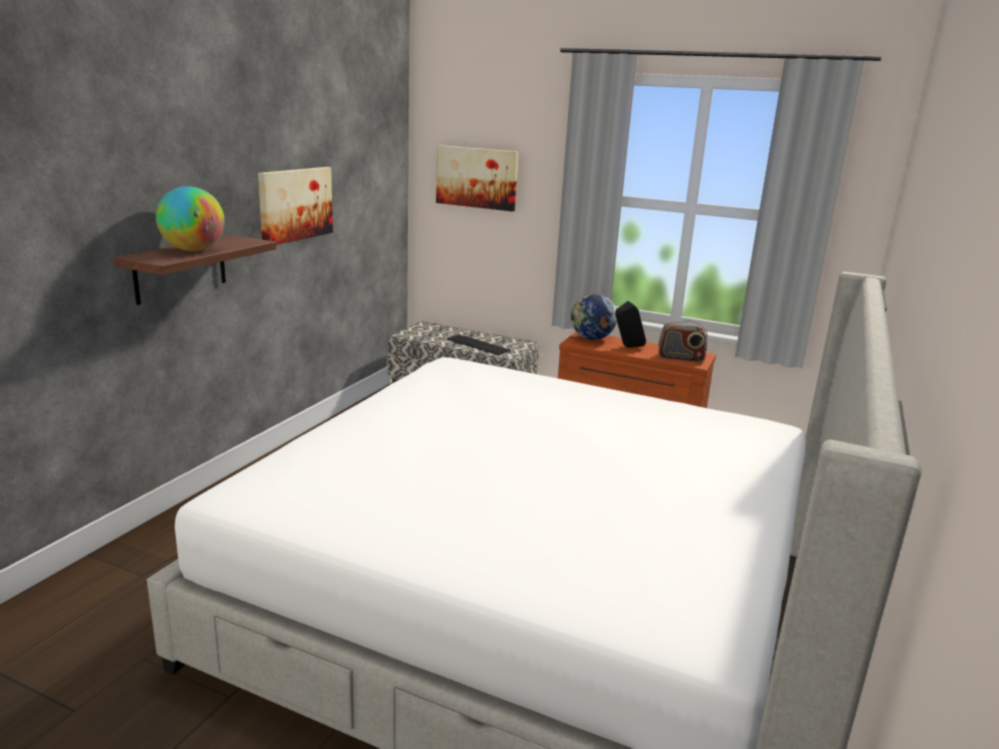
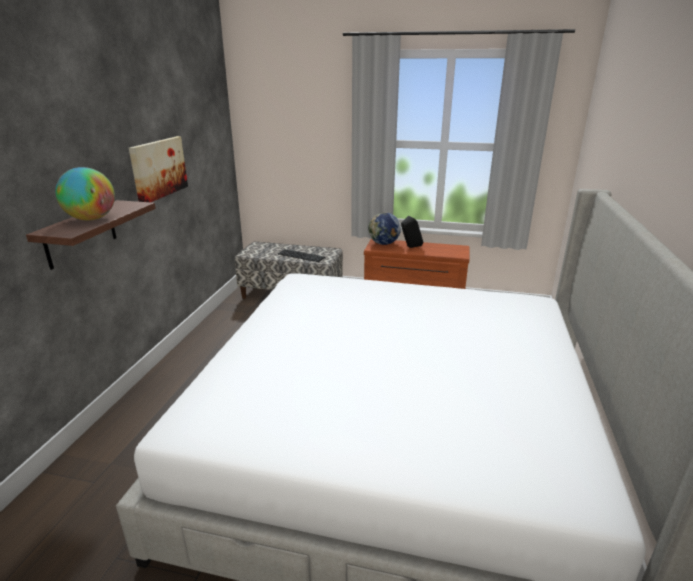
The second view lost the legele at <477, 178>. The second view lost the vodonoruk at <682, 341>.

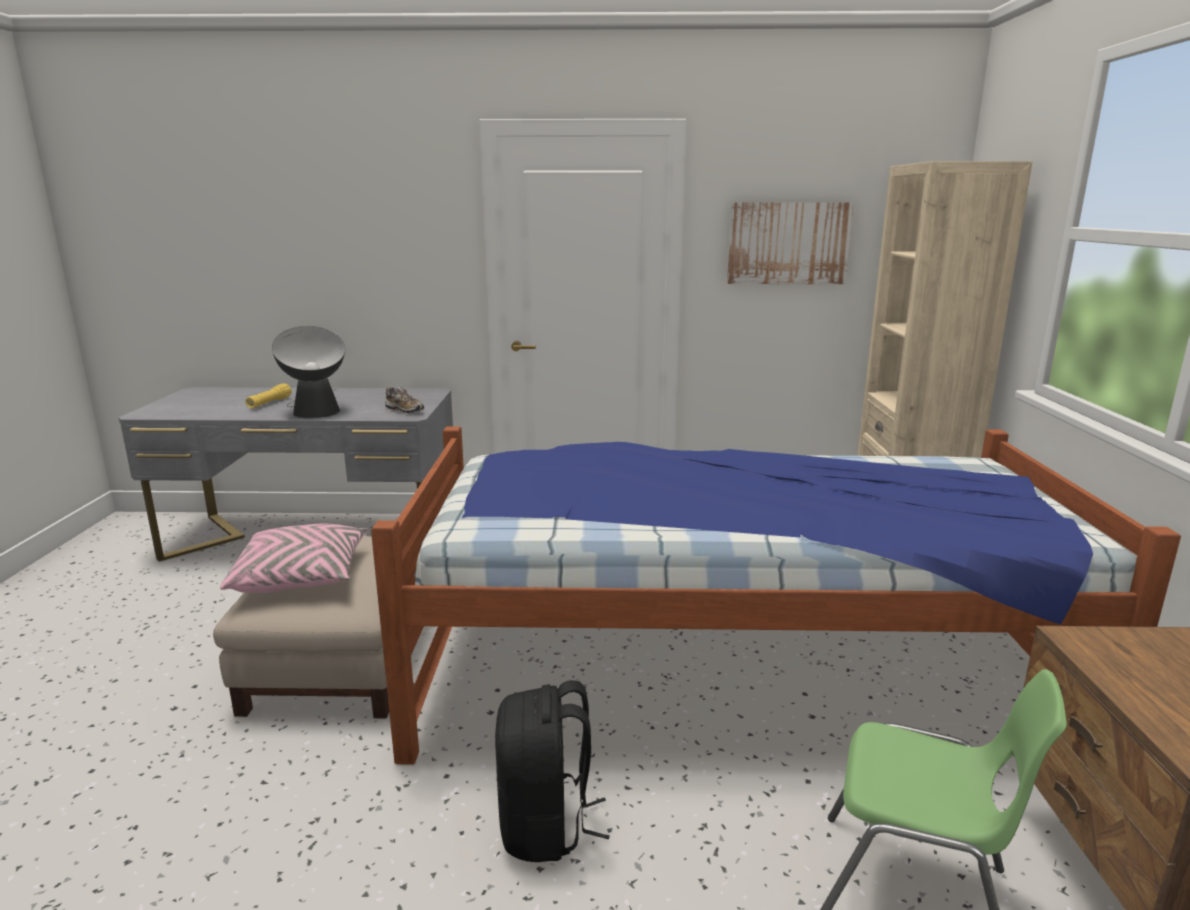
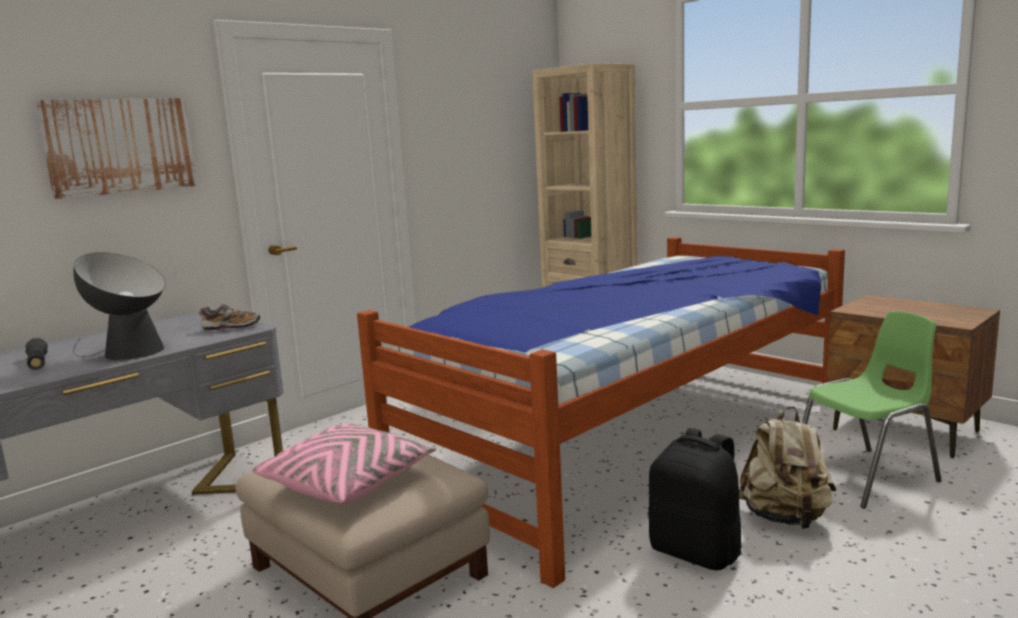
The legele ended up elsewhere, having gone from <790, 243> to <116, 148>. What was the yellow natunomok at <269, 395> turned into the black natunomok at <36, 354>. The second view gained the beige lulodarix at <787, 467>.

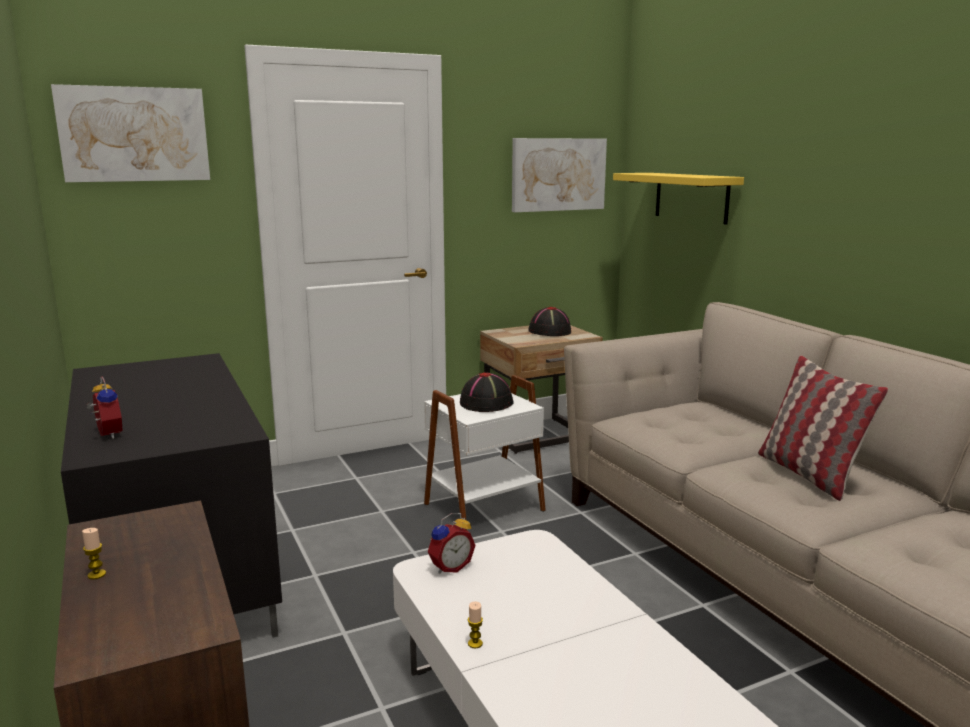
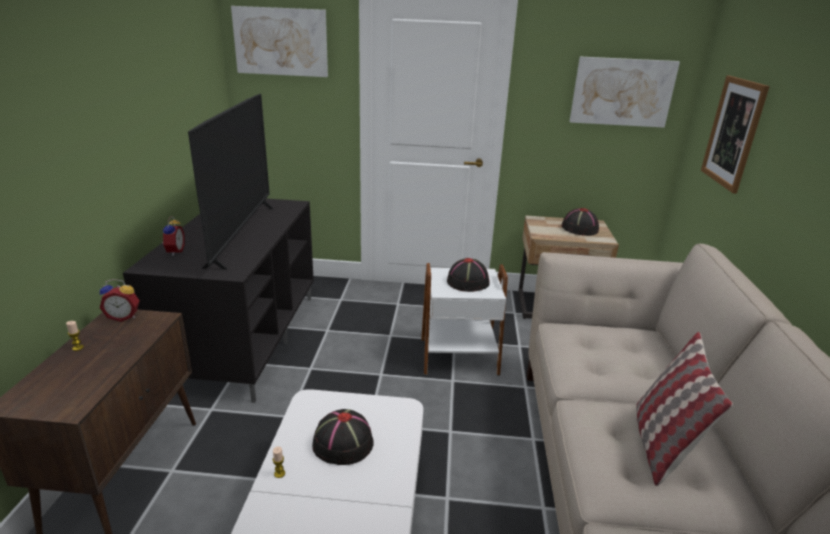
Where the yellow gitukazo hung at <678, 199>, the legele came to hang at <735, 134>. The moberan ended up elsewhere, having gone from <452, 543> to <120, 300>. The second view gained the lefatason at <231, 182>. The second view gained the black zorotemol at <343, 437>.

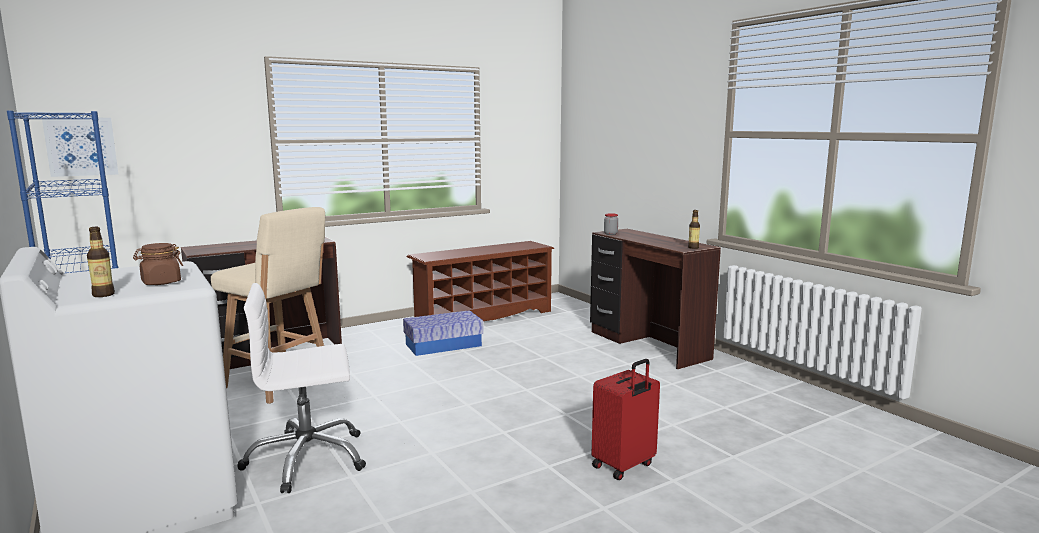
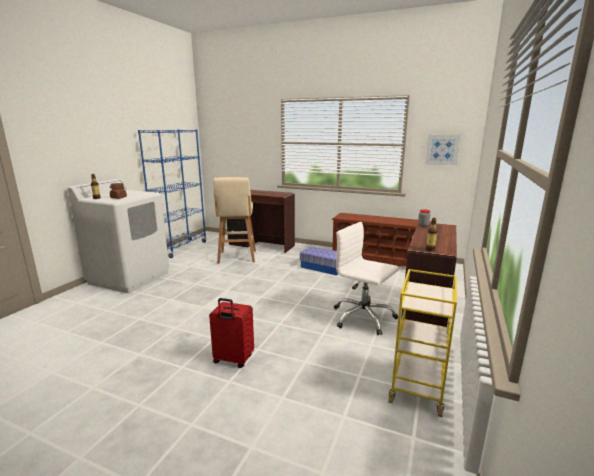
The legele ended up elsewhere, having gone from <80, 147> to <443, 149>. The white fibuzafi ended up elsewhere, having gone from <301, 388> to <366, 278>. The second view gained the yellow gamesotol at <422, 343>.

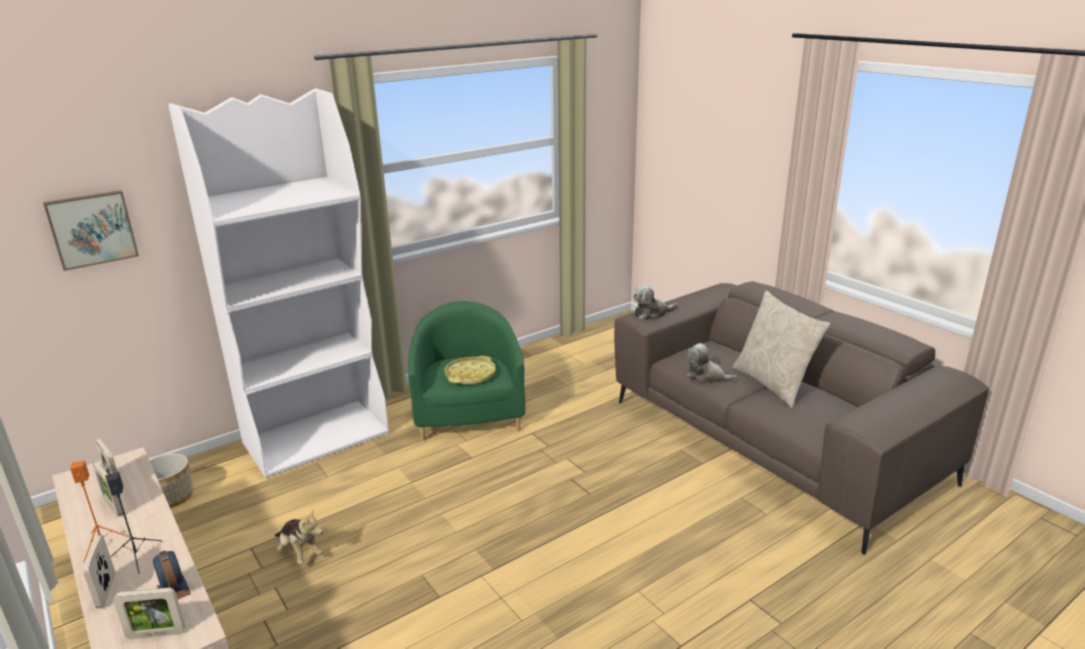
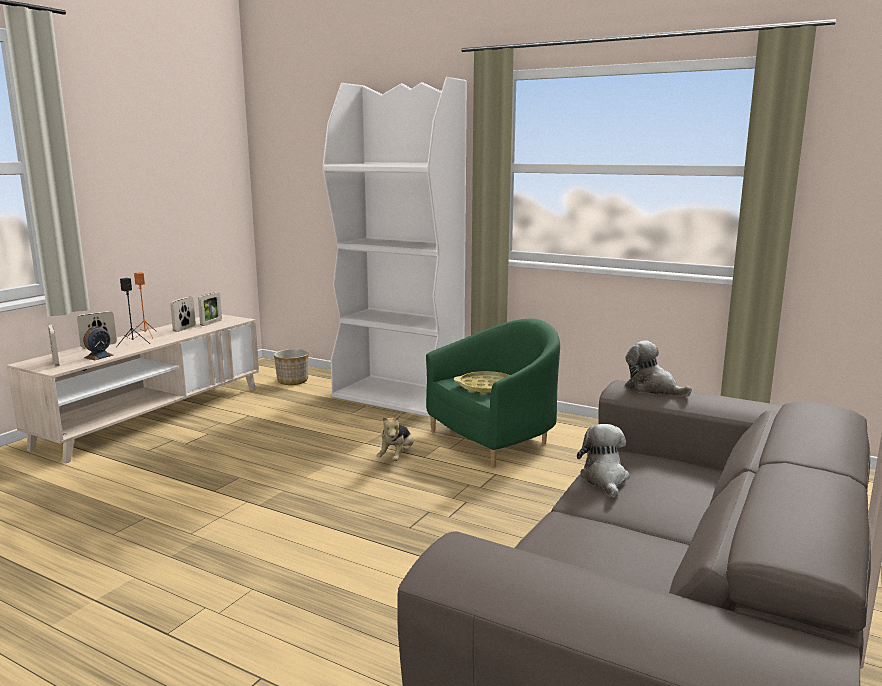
The second view lost the legele at <91, 230>. The second view lost the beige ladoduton at <781, 349>. The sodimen ended up elsewhere, having gone from <299, 536> to <395, 437>.

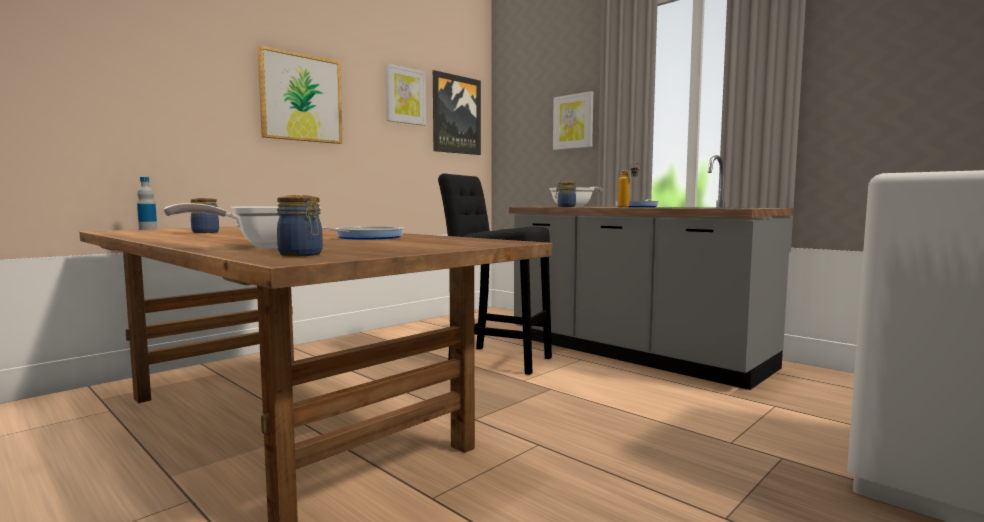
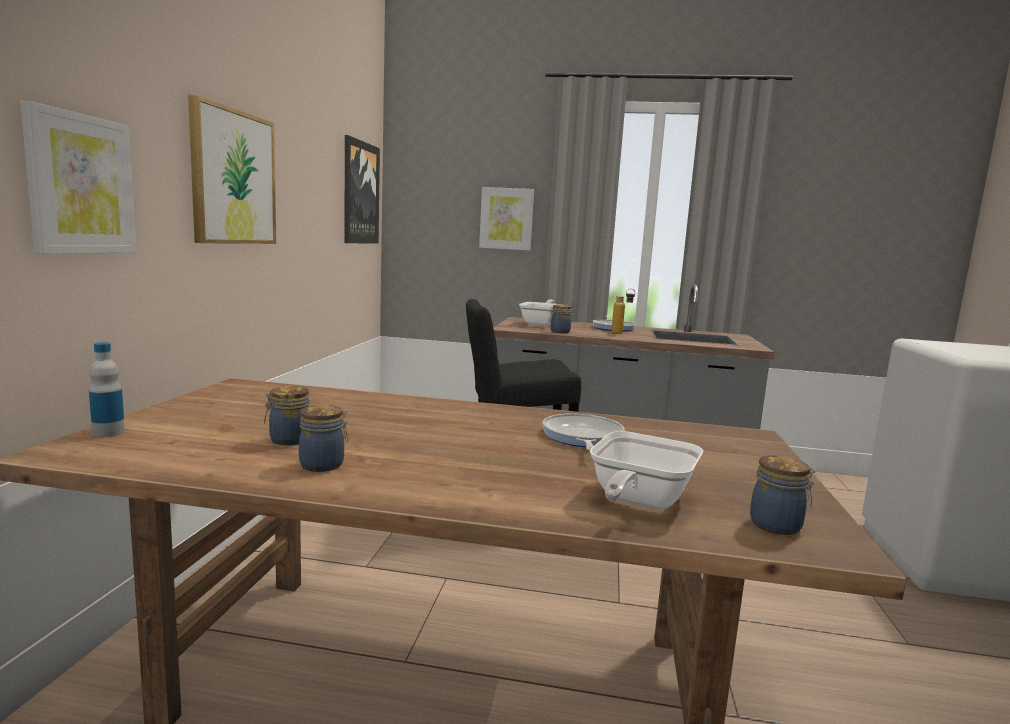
The legele ended up elsewhere, having gone from <405, 95> to <78, 177>. The second view gained the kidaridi at <323, 438>.

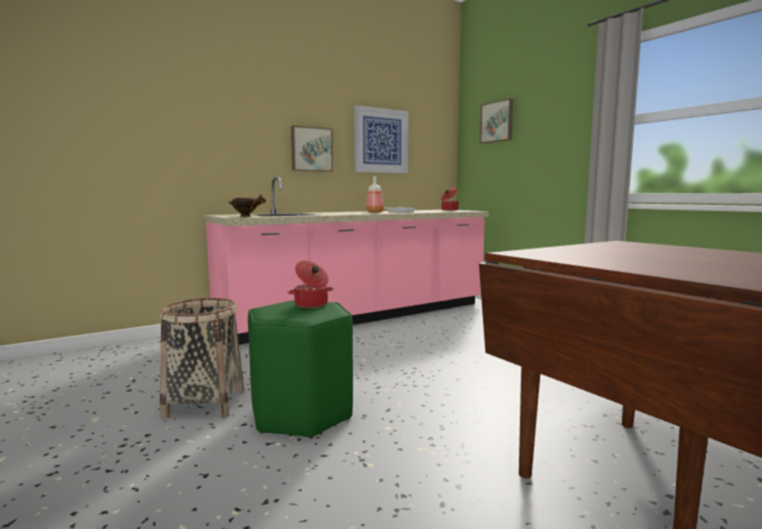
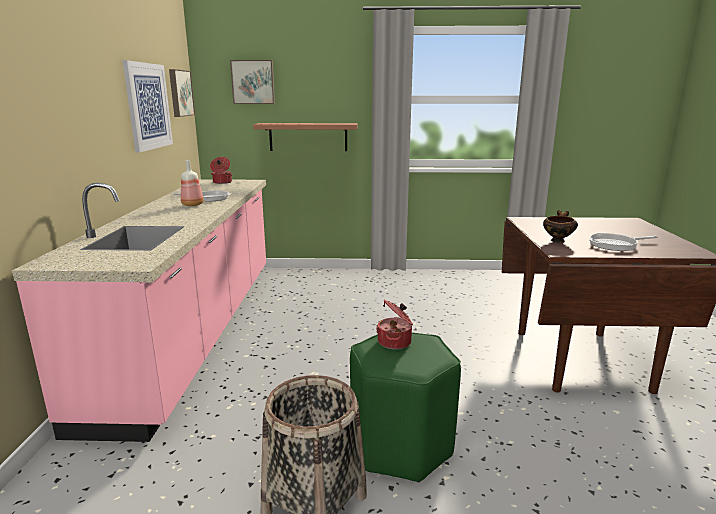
The legele ended up elsewhere, having gone from <312, 149> to <182, 93>. The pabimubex ended up elsewhere, having gone from <247, 205> to <560, 226>. The second view gained the gitukazo at <305, 137>. The second view gained the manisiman at <623, 242>.

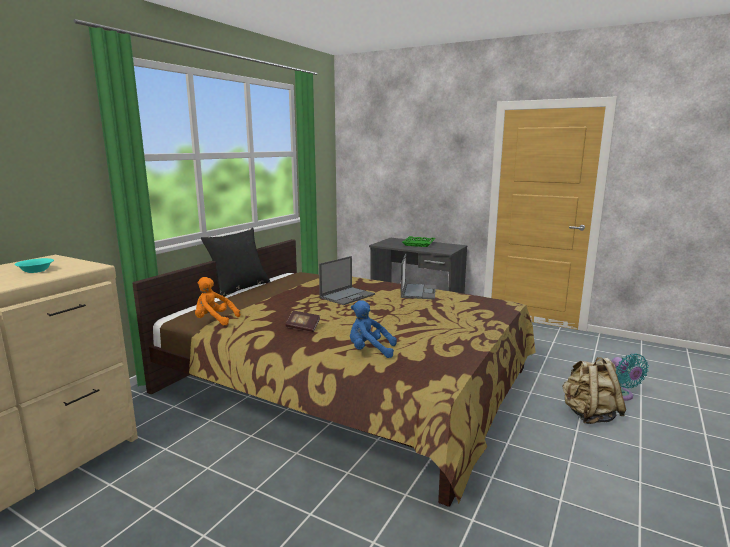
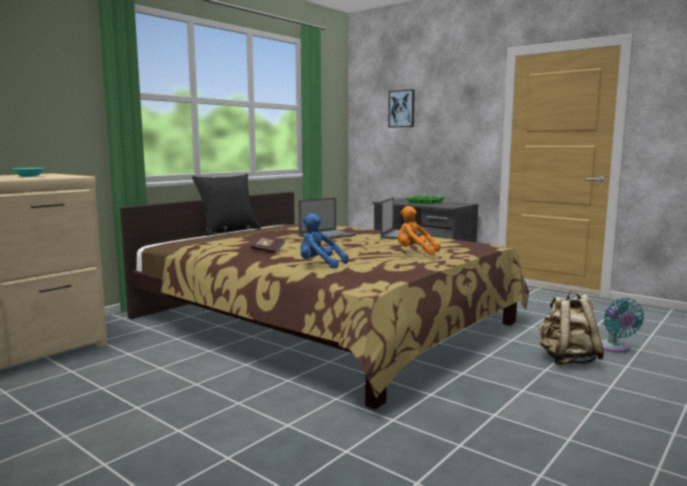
The orange sodimen ended up elsewhere, having gone from <217, 301> to <419, 230>. The second view gained the legele at <401, 108>.

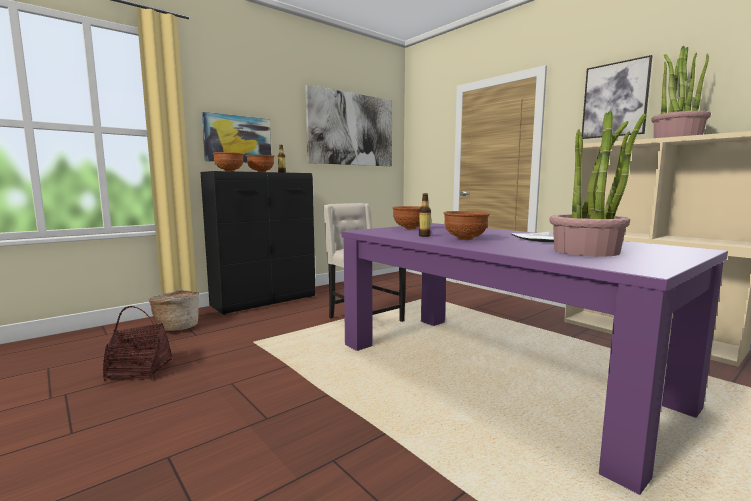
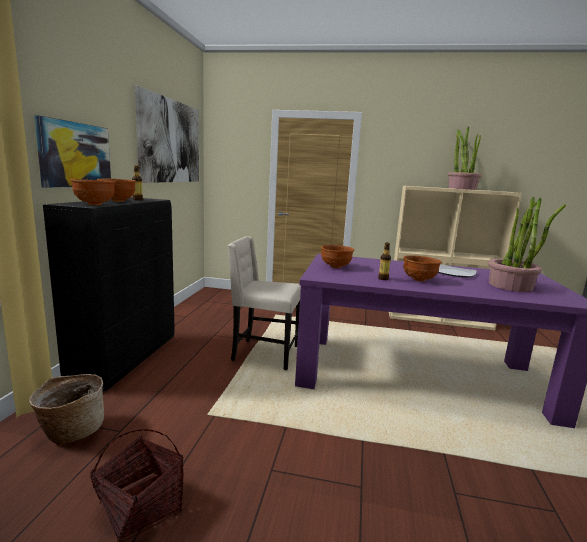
The second view lost the legele at <617, 97>.

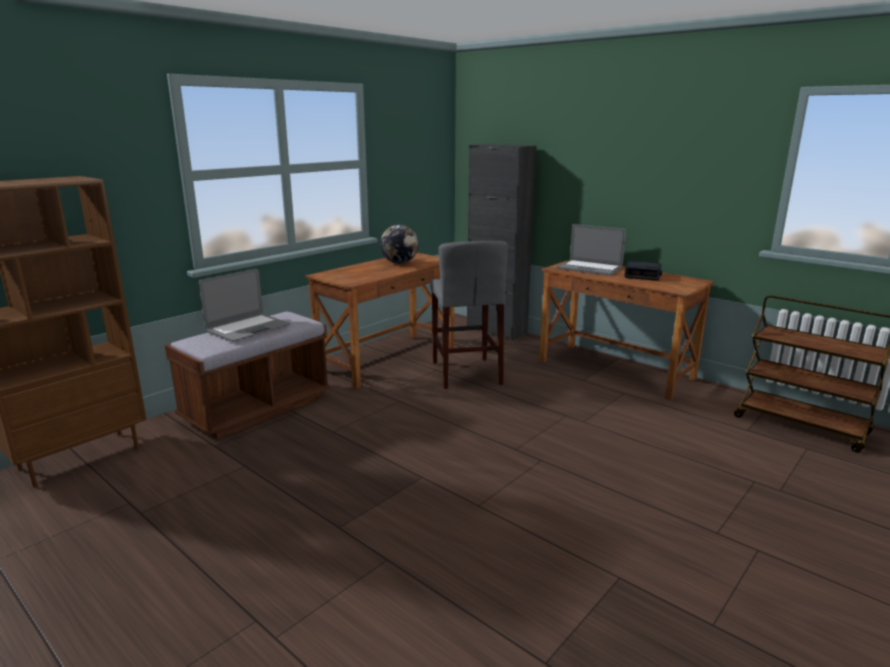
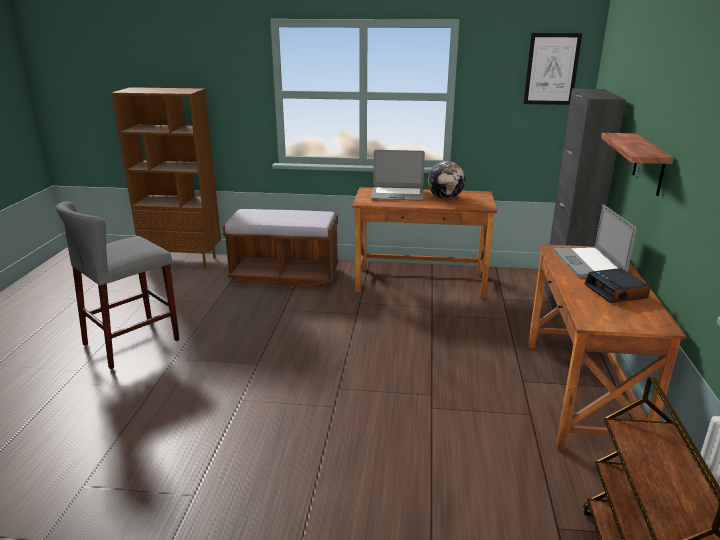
The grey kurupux ended up elsewhere, having gone from <469, 315> to <118, 285>. The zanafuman ended up elsewhere, having gone from <244, 305> to <398, 175>. The second view gained the legele at <553, 69>. The second view gained the gitukazo at <637, 164>.

